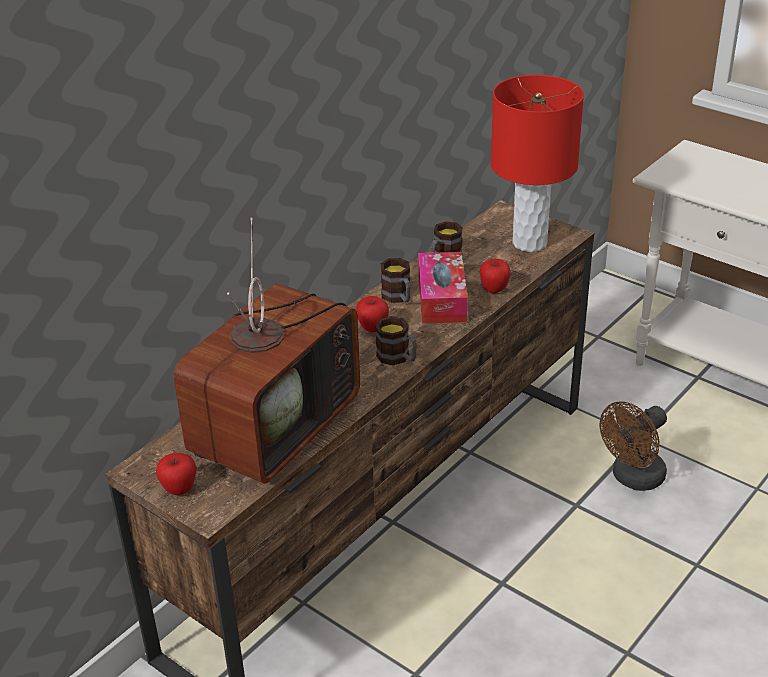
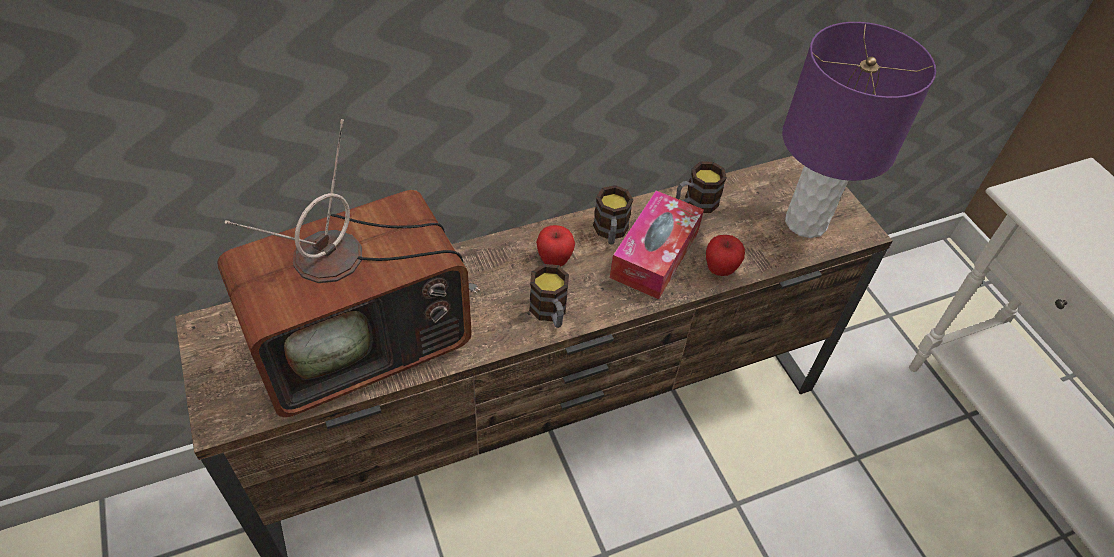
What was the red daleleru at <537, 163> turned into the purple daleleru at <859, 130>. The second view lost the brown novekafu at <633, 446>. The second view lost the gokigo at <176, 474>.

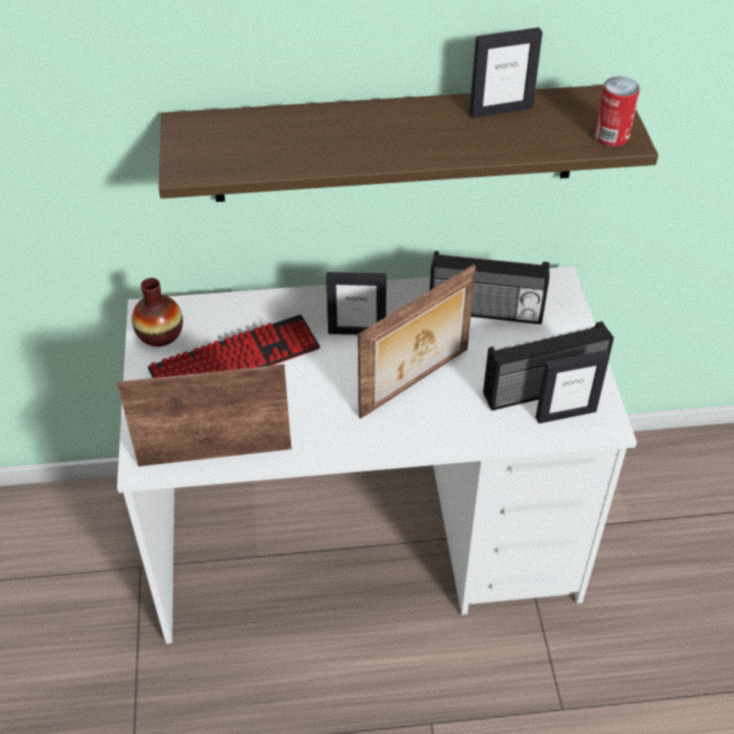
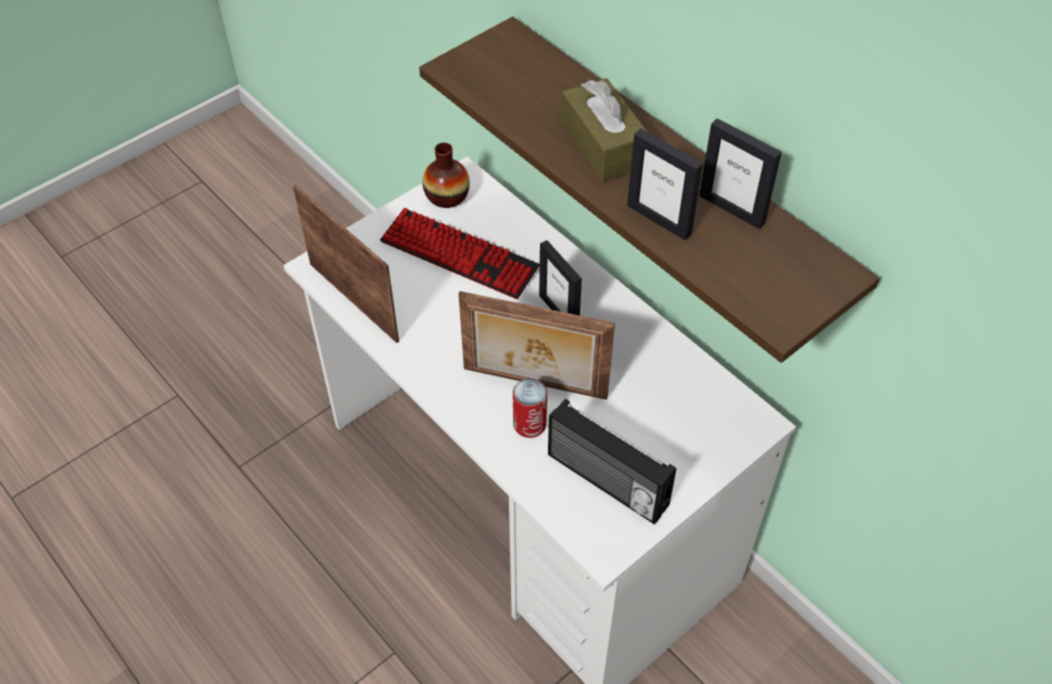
The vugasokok ended up elsewhere, having gone from <617, 112> to <530, 408>. The second view lost the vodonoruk at <490, 287>. The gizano ended up elsewhere, having gone from <573, 387> to <665, 185>. The second view gained the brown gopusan at <604, 129>.

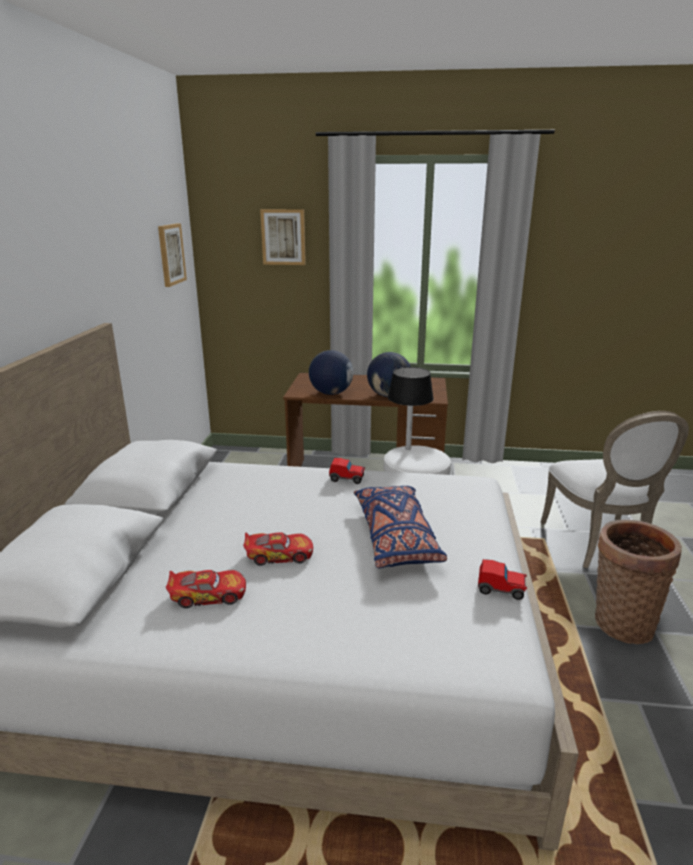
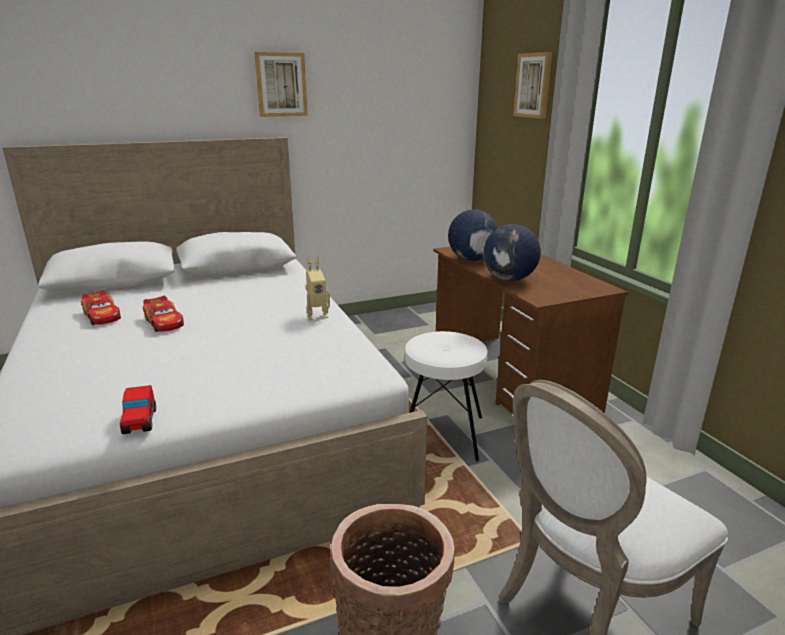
The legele ended up elsewhere, having gone from <172, 255> to <281, 84>. The second view lost the black daleleru at <411, 408>. Where the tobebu stood at <347, 471>, the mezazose came to stand at <317, 288>. The second view lost the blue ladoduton at <400, 527>.

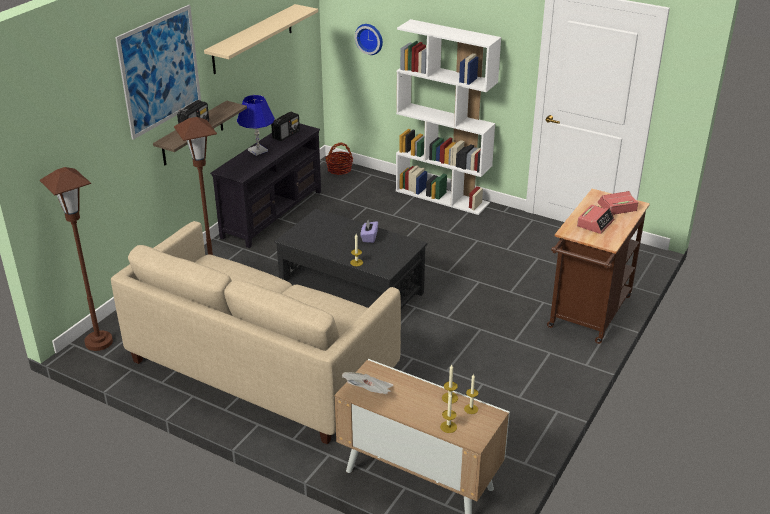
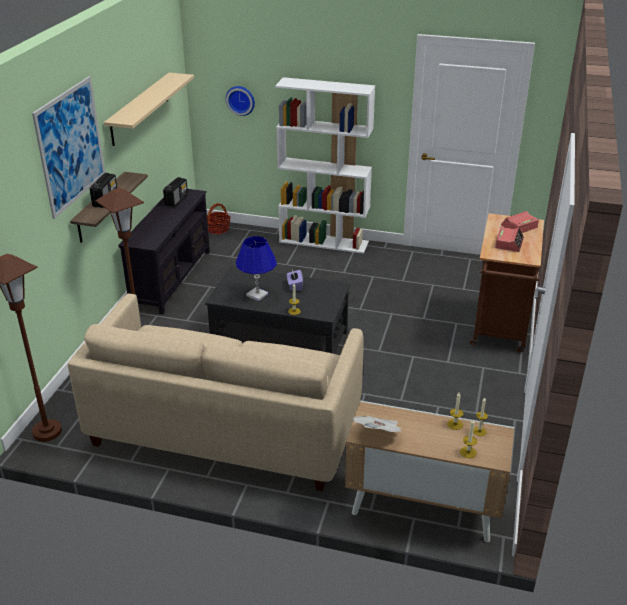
The blue daleleru ended up elsewhere, having gone from <256, 125> to <256, 268>.

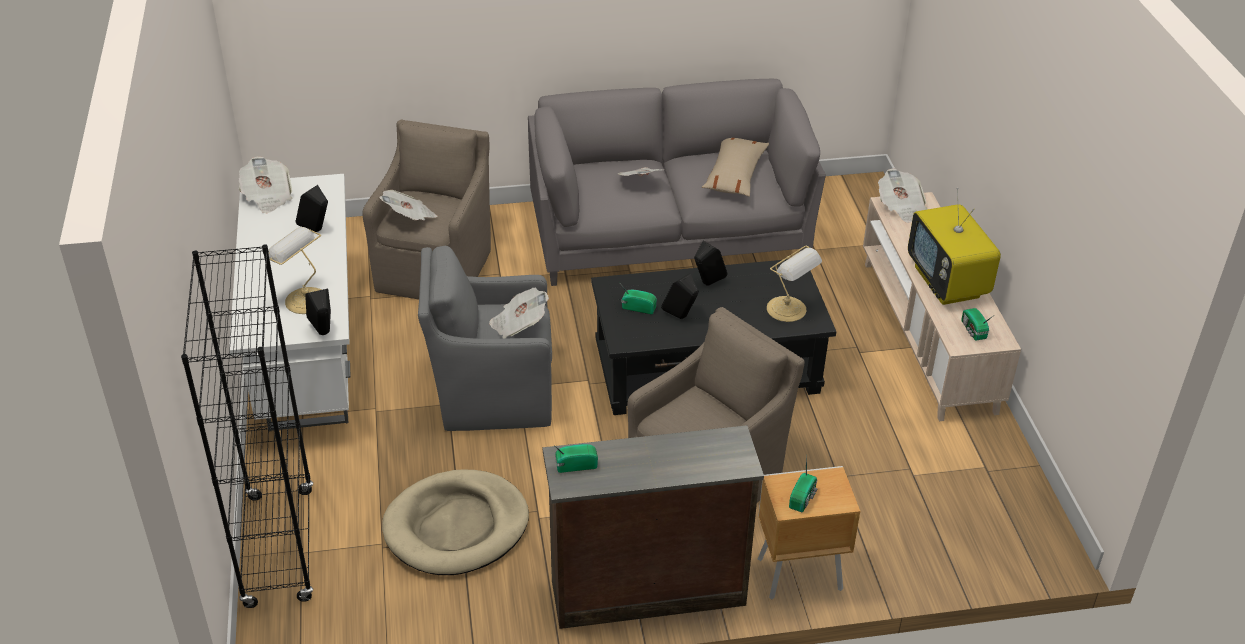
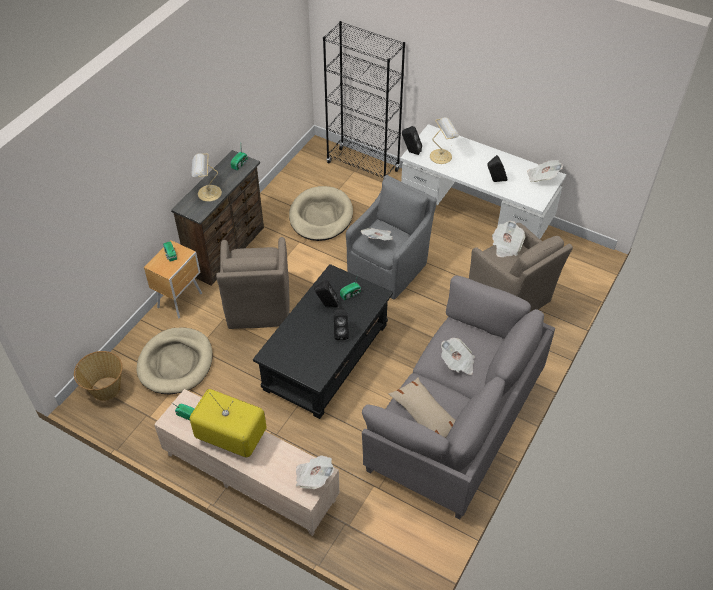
The daleleru ended up elsewhere, having gone from <794, 284> to <207, 177>. The second view gained the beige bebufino at <175, 361>. The second view gained the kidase at <98, 376>.

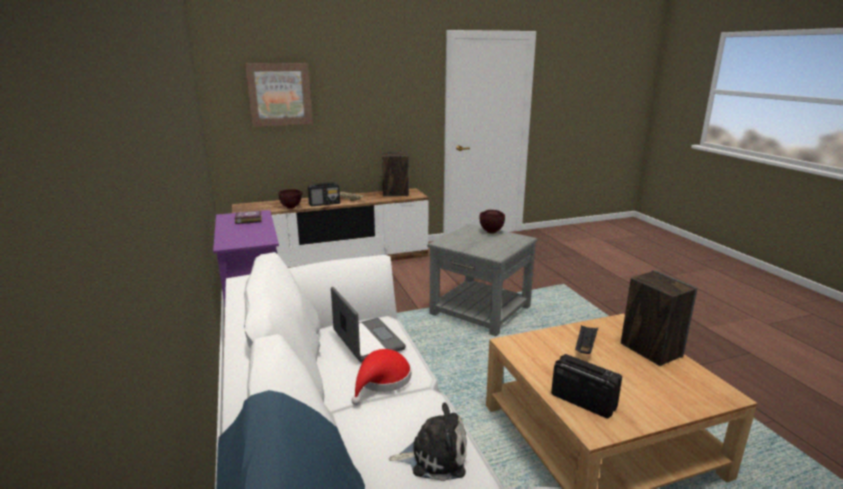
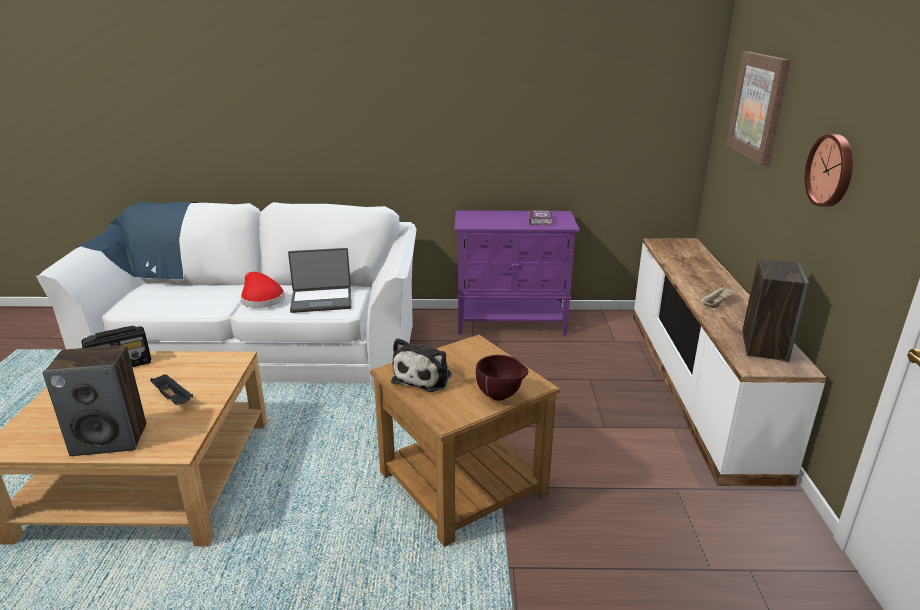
The second view lost the vodonoruk at <324, 194>. The second view lost the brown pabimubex at <290, 199>. What was the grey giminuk at <482, 280> turned into the brown giminuk at <465, 441>. The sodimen ended up elsewhere, having gone from <428, 441> to <421, 365>. The second view gained the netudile at <829, 170>.

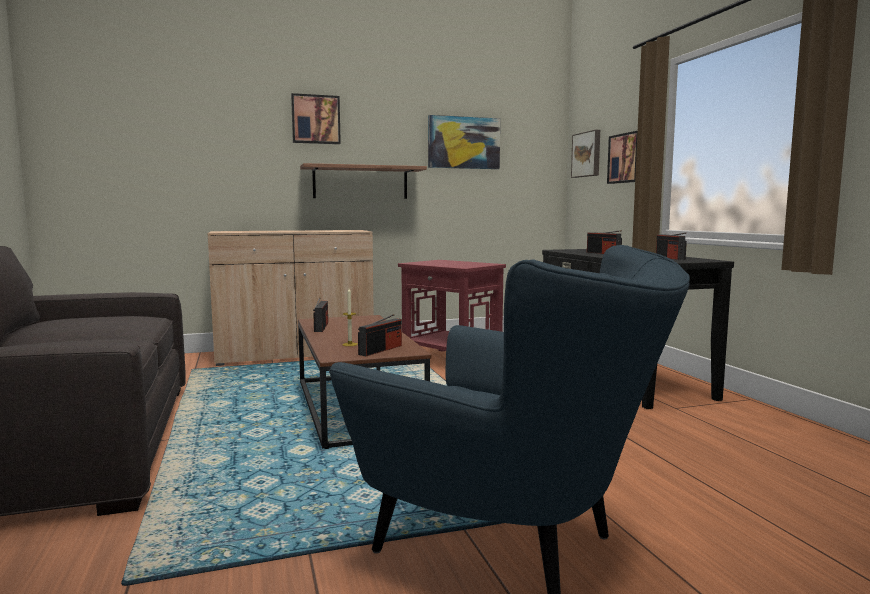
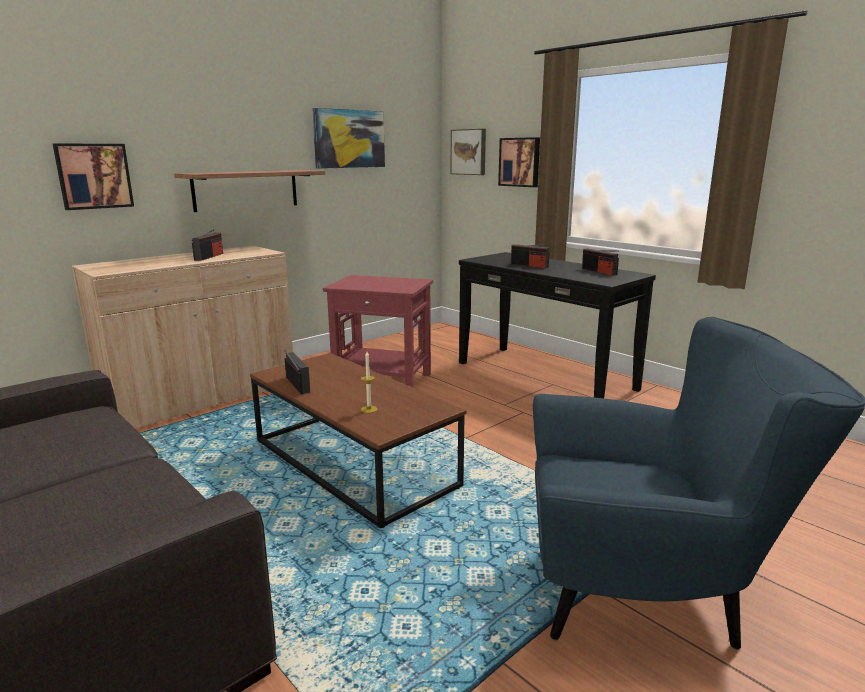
The legele ended up elsewhere, having gone from <316, 118> to <93, 176>. The vodonoruk ended up elsewhere, having gone from <380, 335> to <207, 245>.

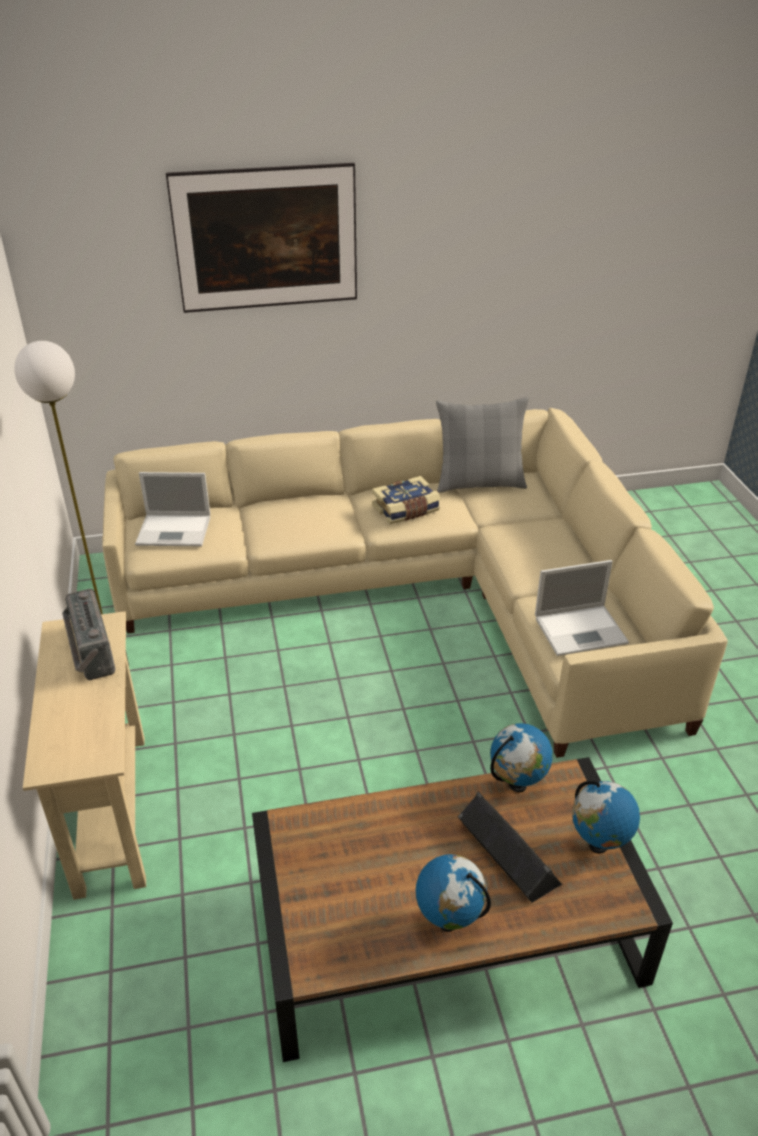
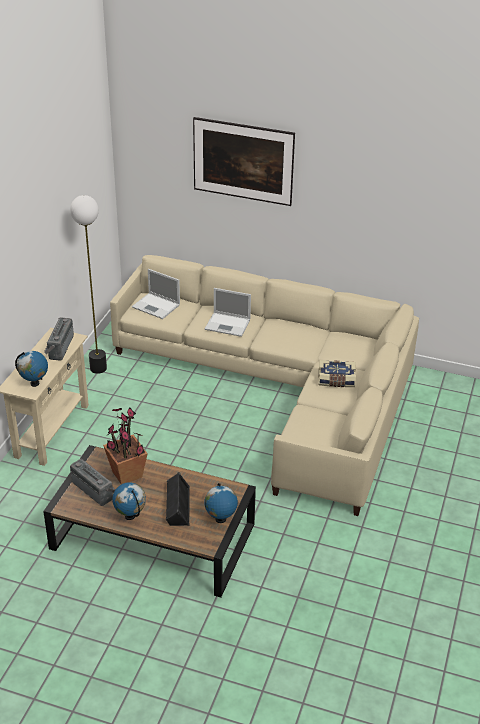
The second view lost the grey ladoduton at <482, 445>. The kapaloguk ended up elsewhere, having gone from <406, 500> to <337, 373>. The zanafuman ended up elsewhere, having gone from <582, 608> to <228, 312>. The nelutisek ended up elsewhere, having gone from <521, 757> to <31, 369>. The second view gained the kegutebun at <125, 445>. The second view gained the vodonoruk at <93, 482>.

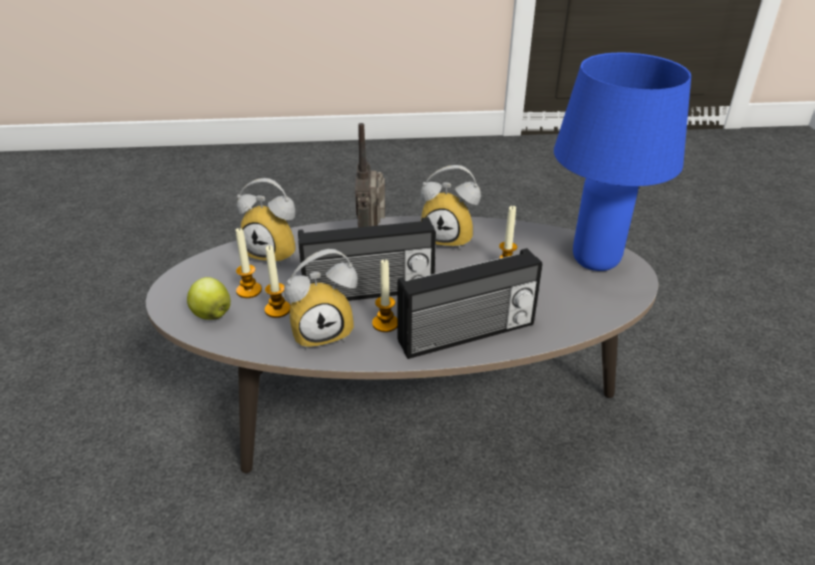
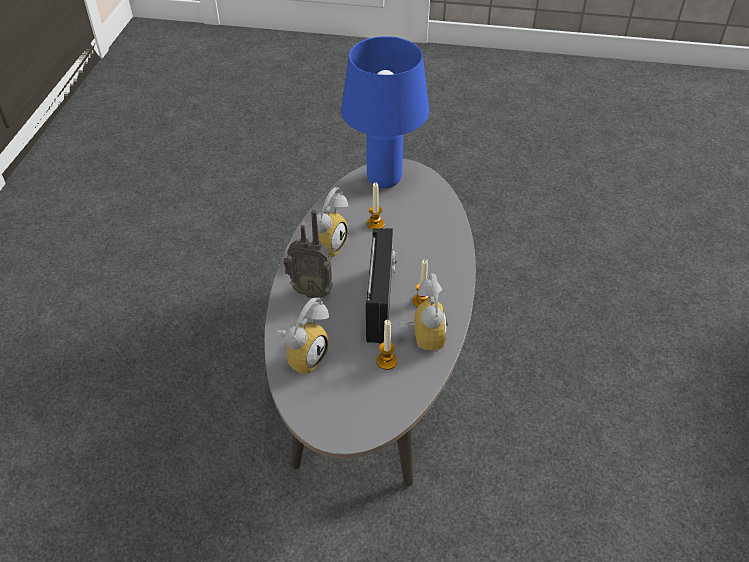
The second view lost the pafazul at <248, 263>. The second view lost the vodonoruk at <470, 303>. The second view lost the gokigo at <209, 298>.

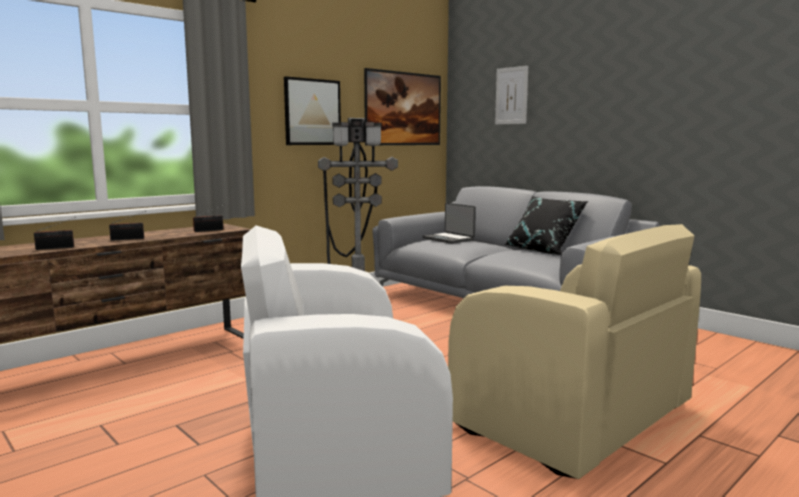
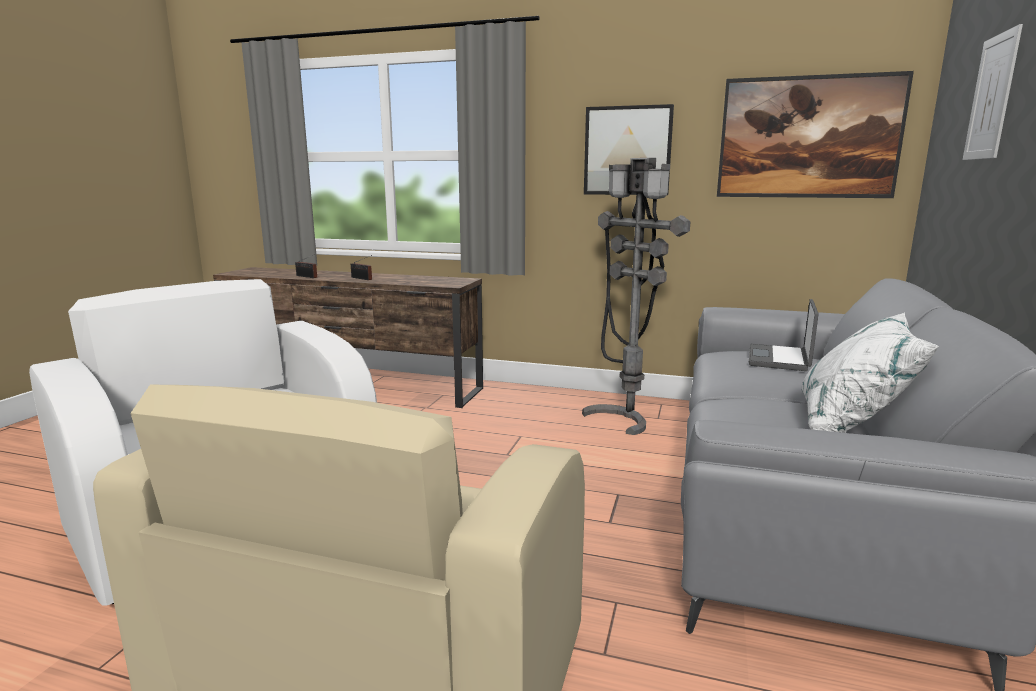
What was the black ladoduton at <546, 225> turned into the white ladoduton at <870, 372>. The second view lost the vodonoruk at <208, 218>.

